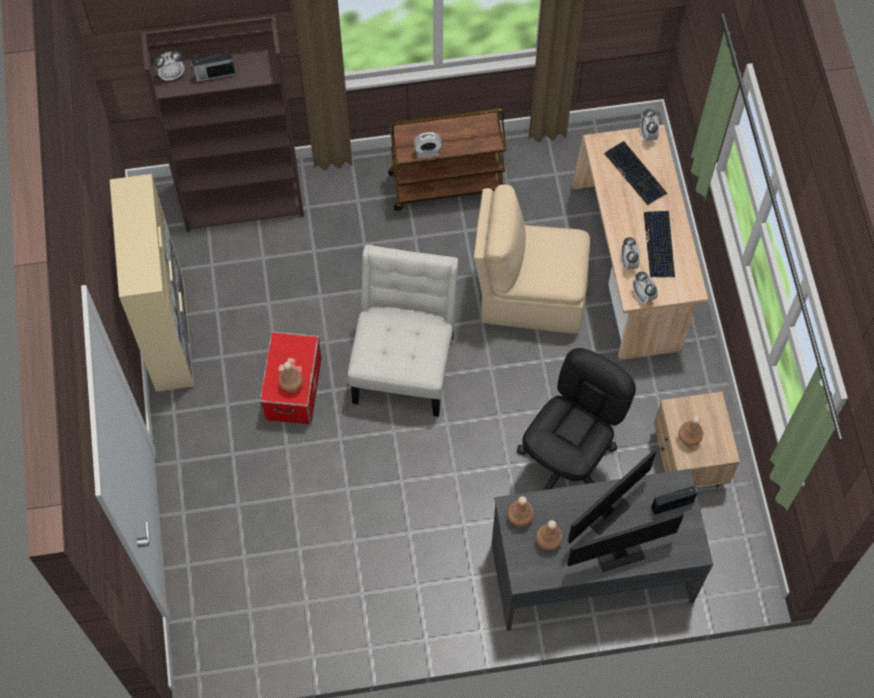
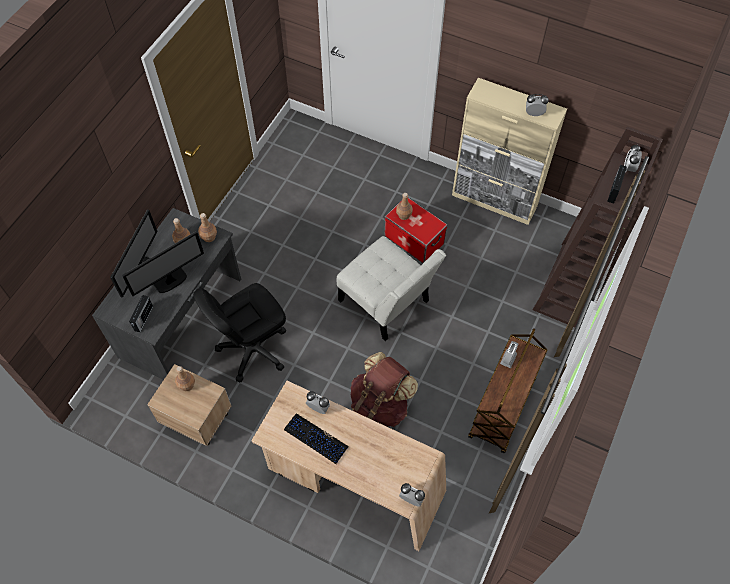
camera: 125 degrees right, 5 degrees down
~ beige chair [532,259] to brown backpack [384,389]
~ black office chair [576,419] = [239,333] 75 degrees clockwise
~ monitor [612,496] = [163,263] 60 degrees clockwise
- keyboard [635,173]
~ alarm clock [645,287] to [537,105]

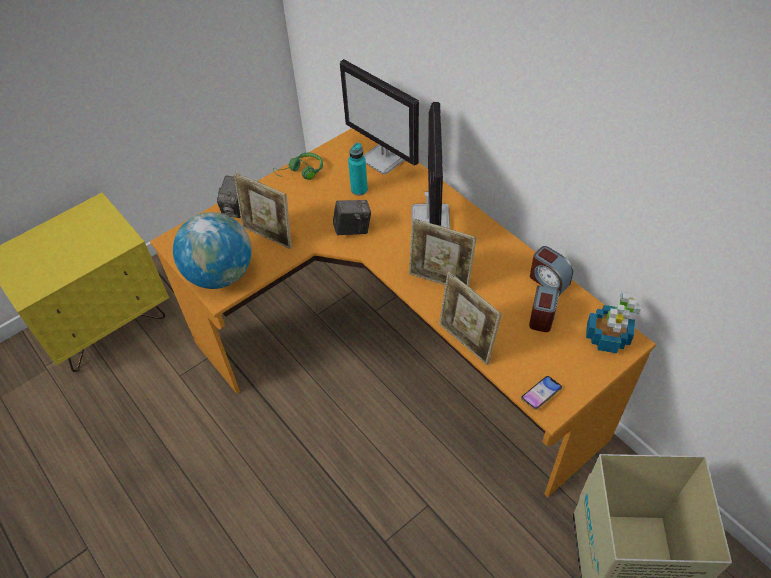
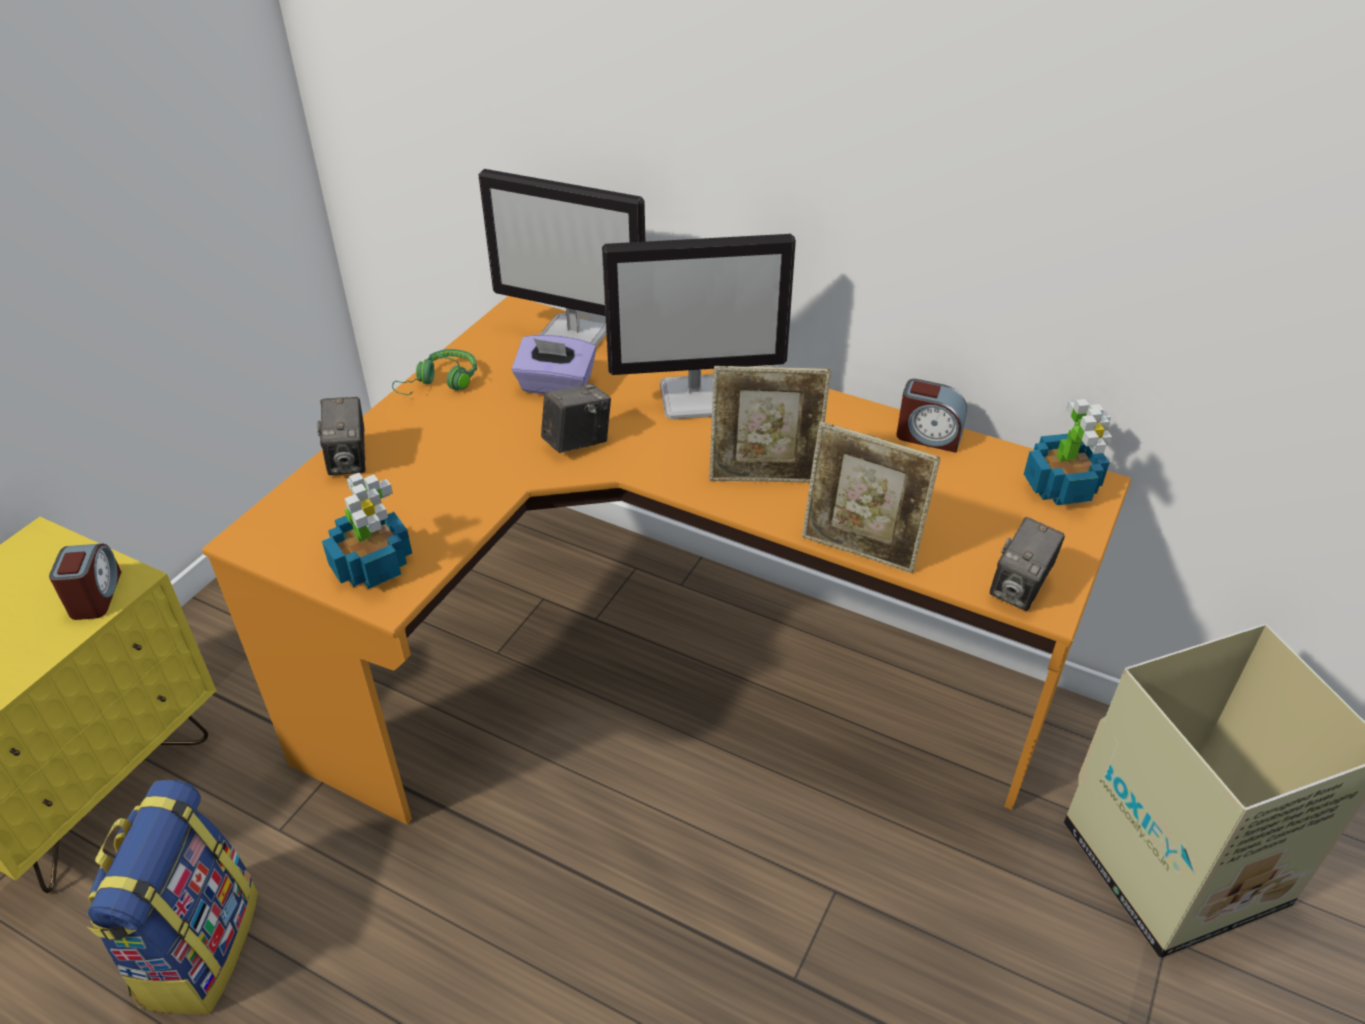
camera: 25 degrees left, 10 degrees down
~ globe [212,250] to potted plant [367,531]
- picture frame [263,211]
~ turquoise bottle [358,169] to purple tissue box [554,364]
~ monitor [431,165] = [699,326] 105 degrees clockwise
~ phone [541,393] to photo camera [1027,564]
~ alarm clock [544,308] to [85,582]
+ backpack [172,897]

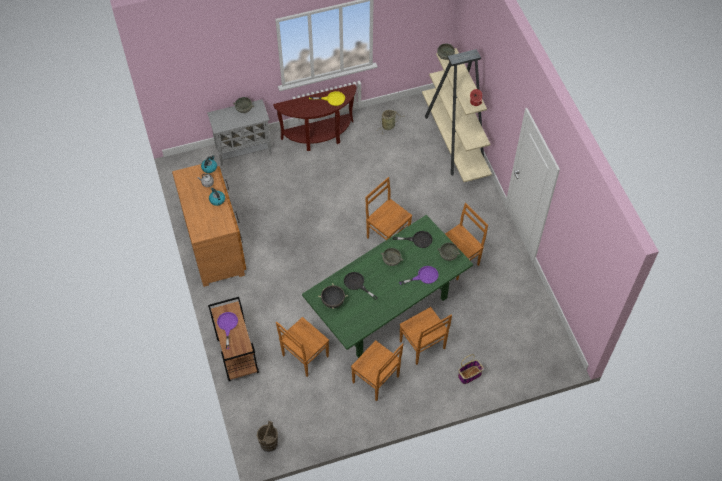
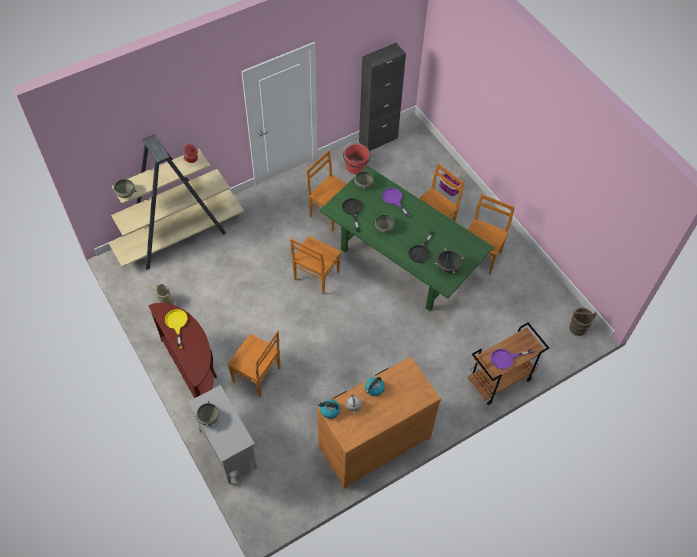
camera: 105 degrees left, 0 degrees up
~ brown chair [302,347] to [254,364]
+ red bucket [356,159]
+ black cabinet [382,97]

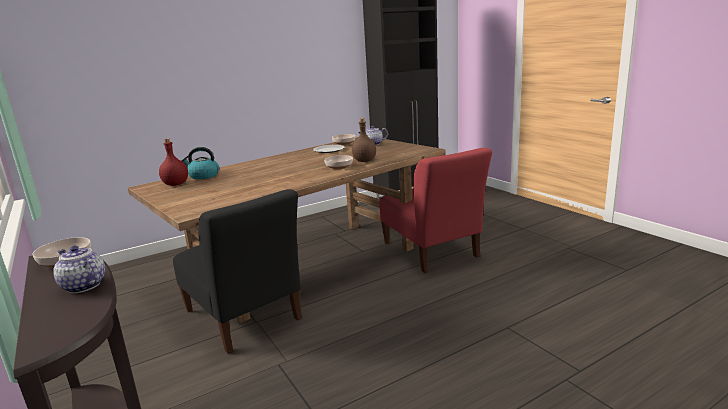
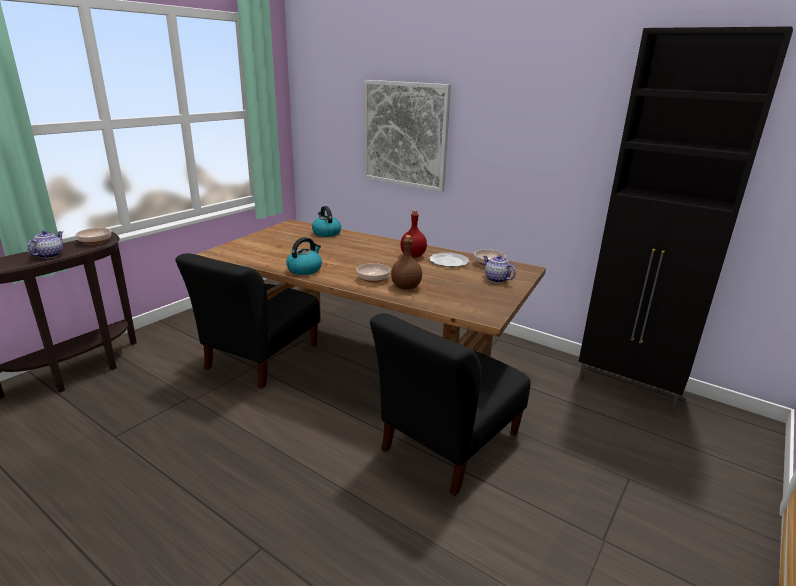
camera: 65 degrees right, 5 degrees up
~ red bottle [173,162] to [413,234]
~ red chair [435,210] to black chair [450,404]
+ kettle [304,256]
+ picture [407,136]

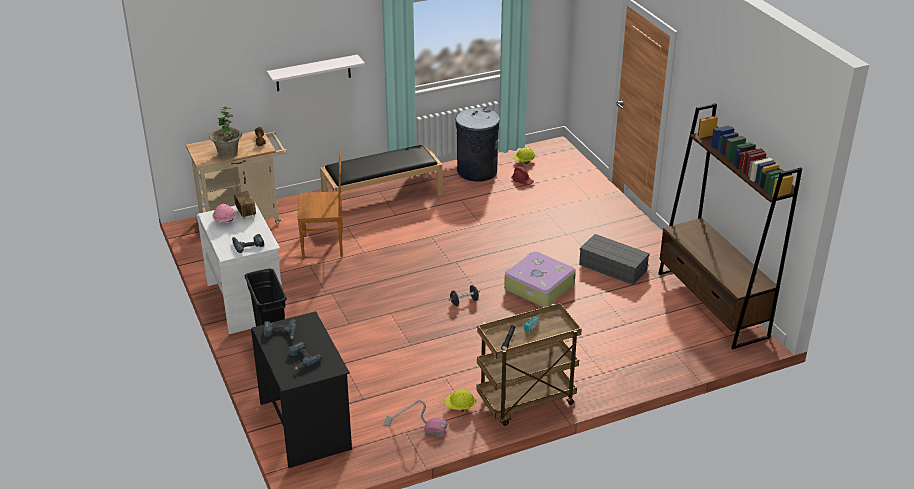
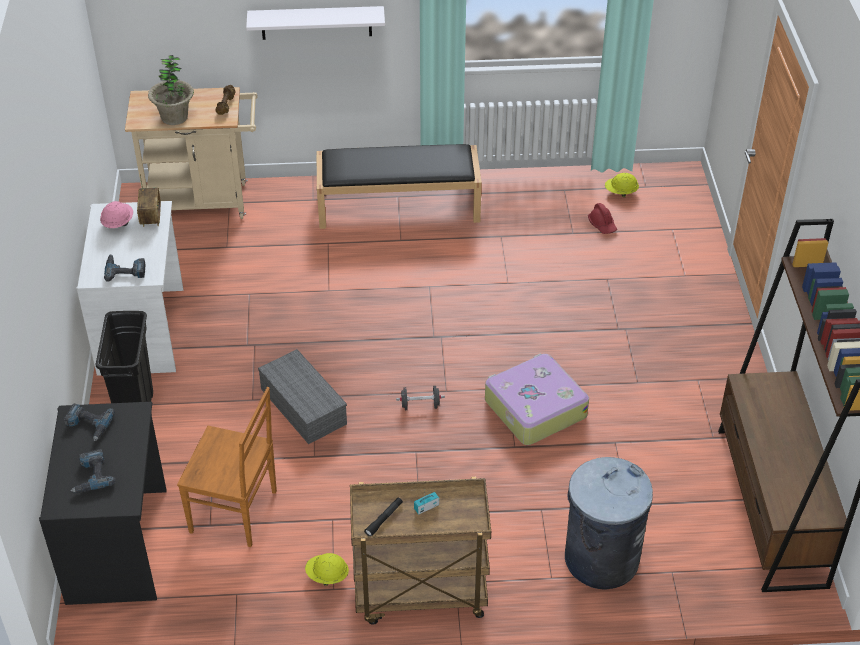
camera: 20 degrees right, 10 degrees up
~ brown chair [320,204] to [227,467]
- vacuum cleaner [415,418]
~ grey trash can [477,144] to [609,523]
~ grey storage box [614,259] to [302,396]

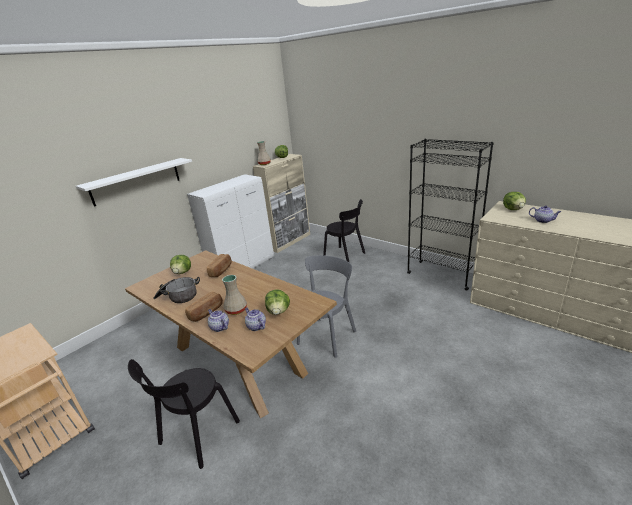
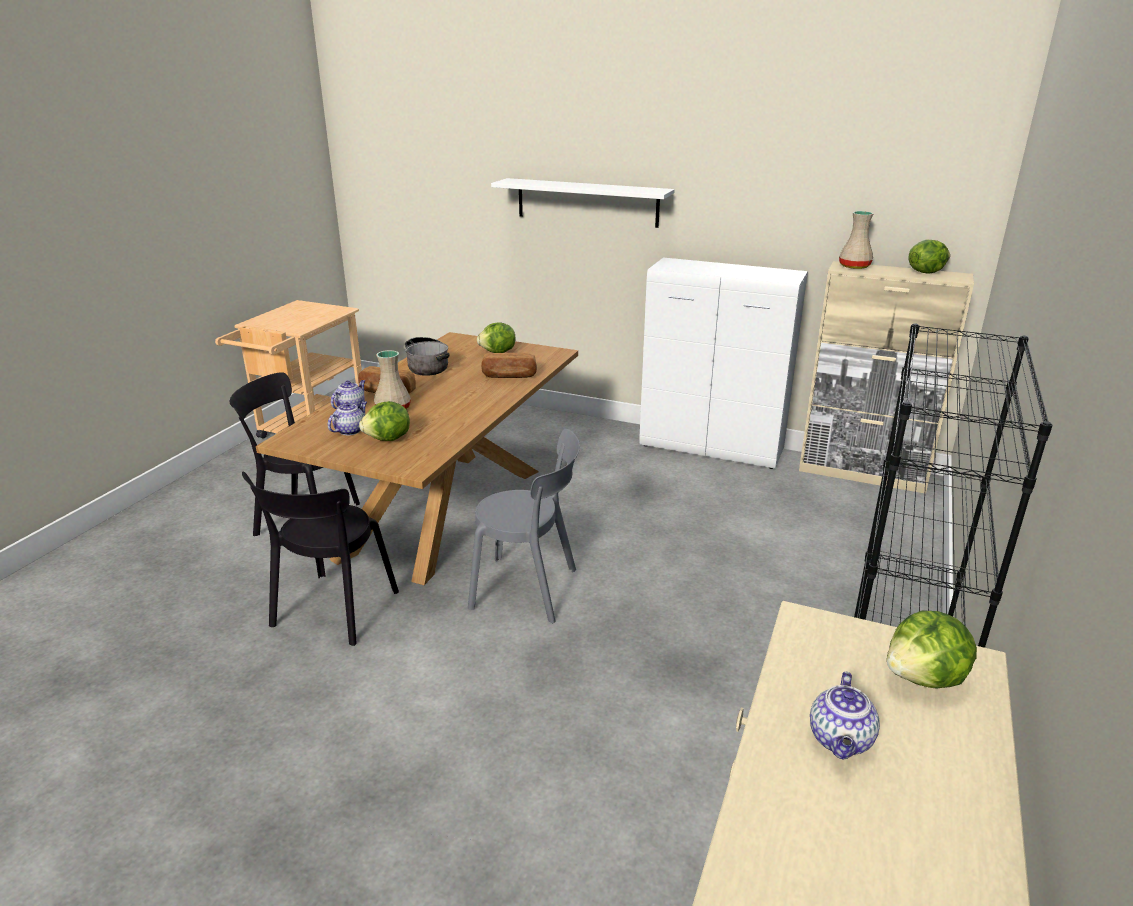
camera: 70 degrees right, 0 degrees up
~ black chair [344,231] to [320,559]

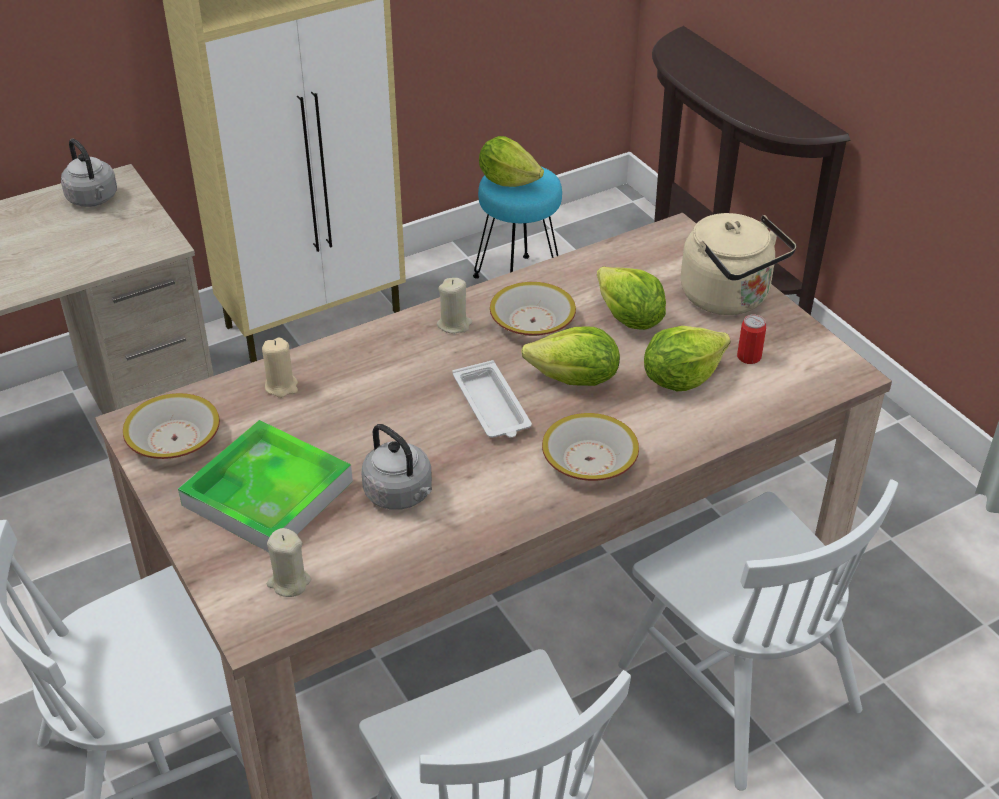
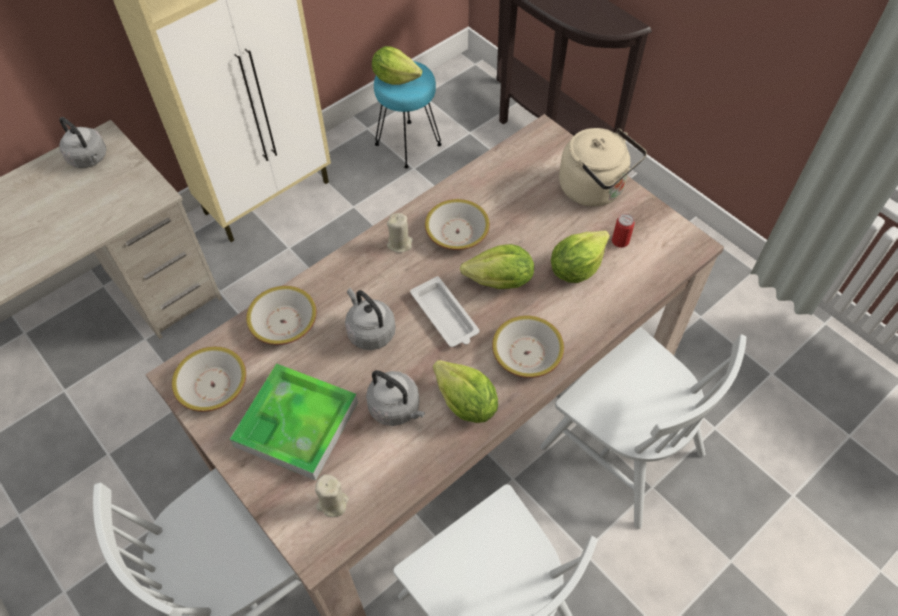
camera: 10 degrees left, 15 degrees up
~ beige candle [280,367] to bowl [281,315]
~ lettuce [631,298] to [465,391]
+ grey kettle [370,319]

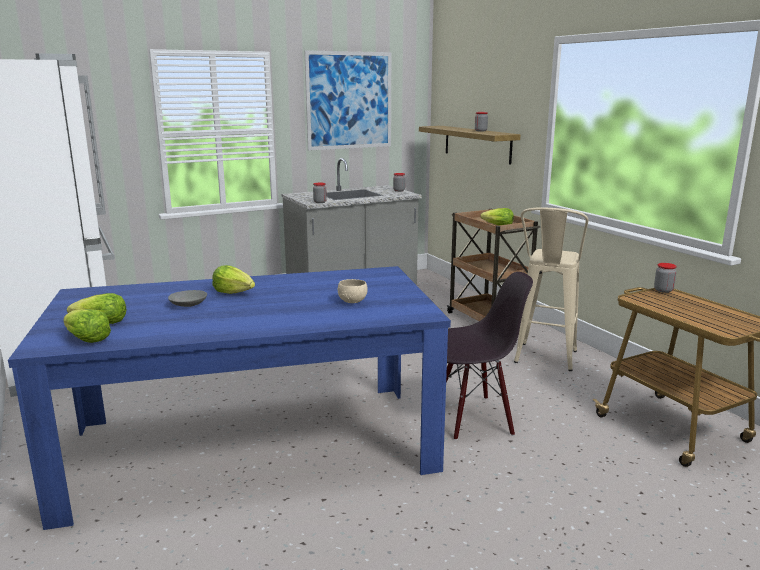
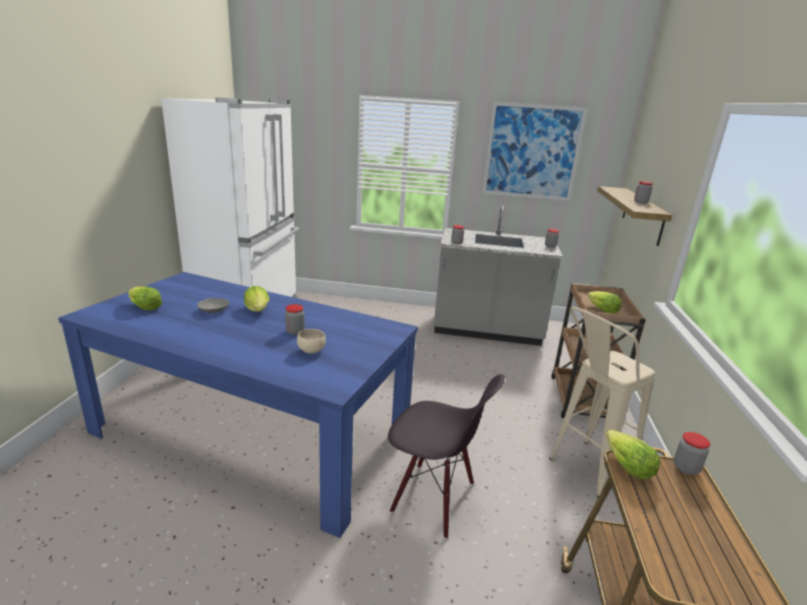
camera: 35 degrees right, 5 degrees up
~ lettuce [87,326] to [633,454]
+ jar [295,319]

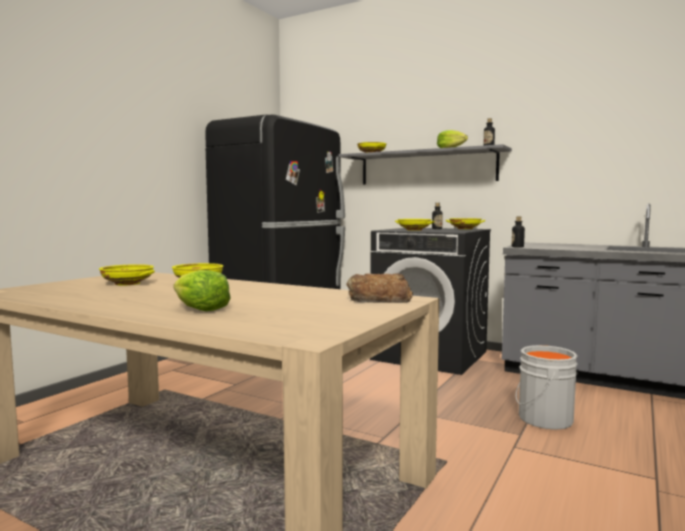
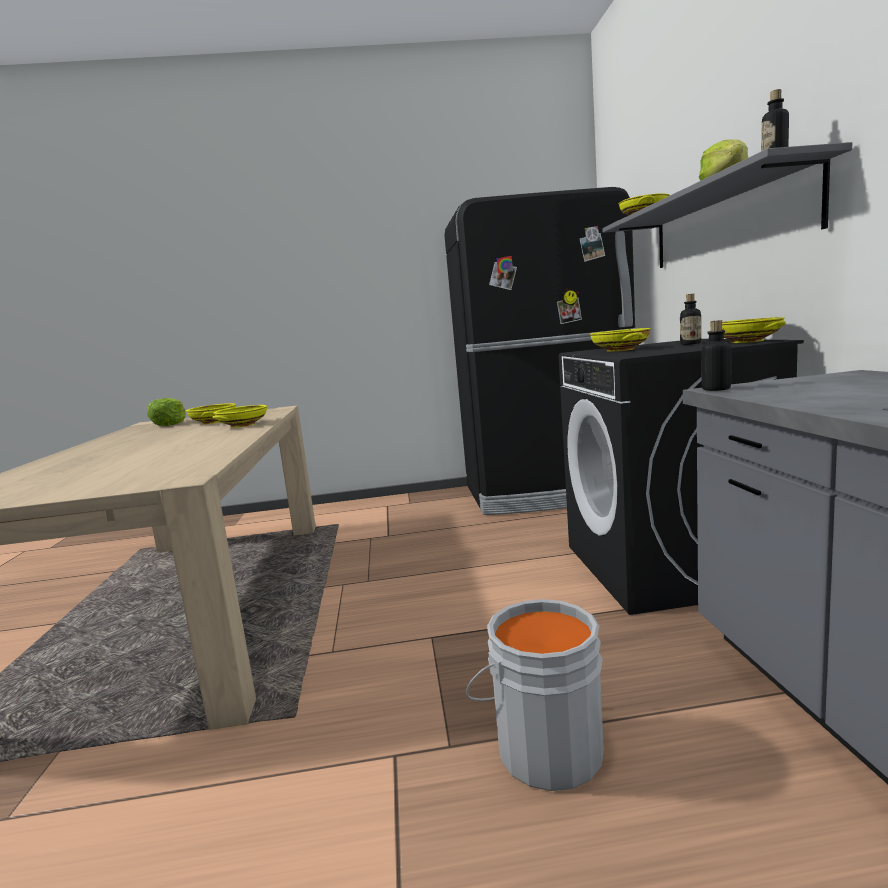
camera: 55 degrees right, 5 degrees up
~ lettuce [202,290] to [166,412]
- bread [379,288]

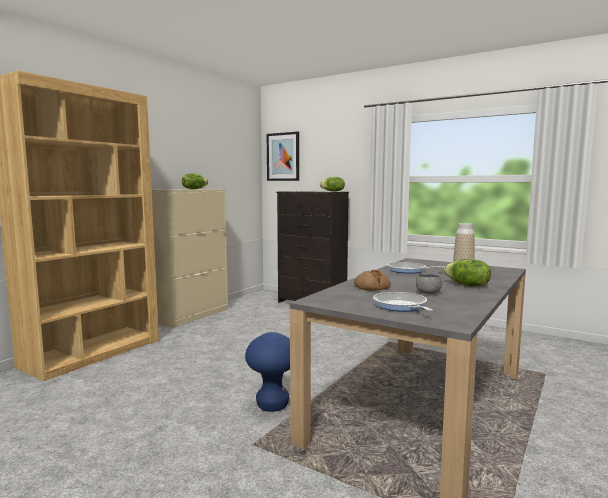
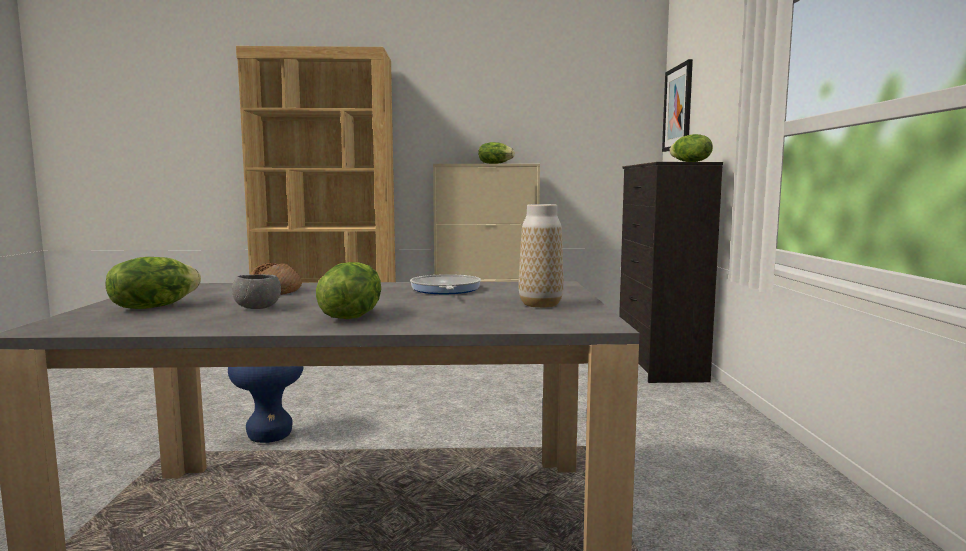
camera: 55 degrees right, 0 degrees up
~ frying pan [403,302] to lettuce [153,283]

